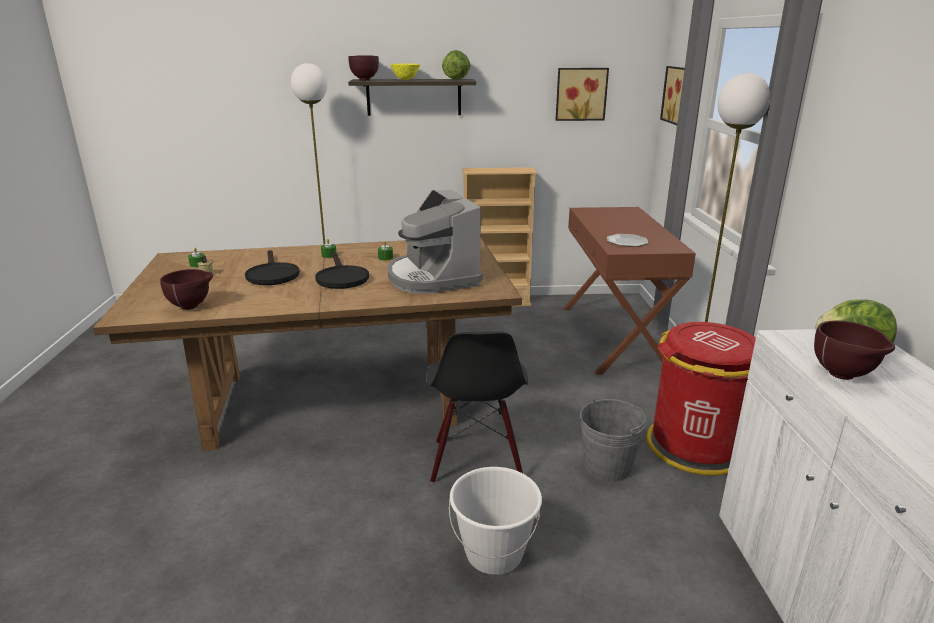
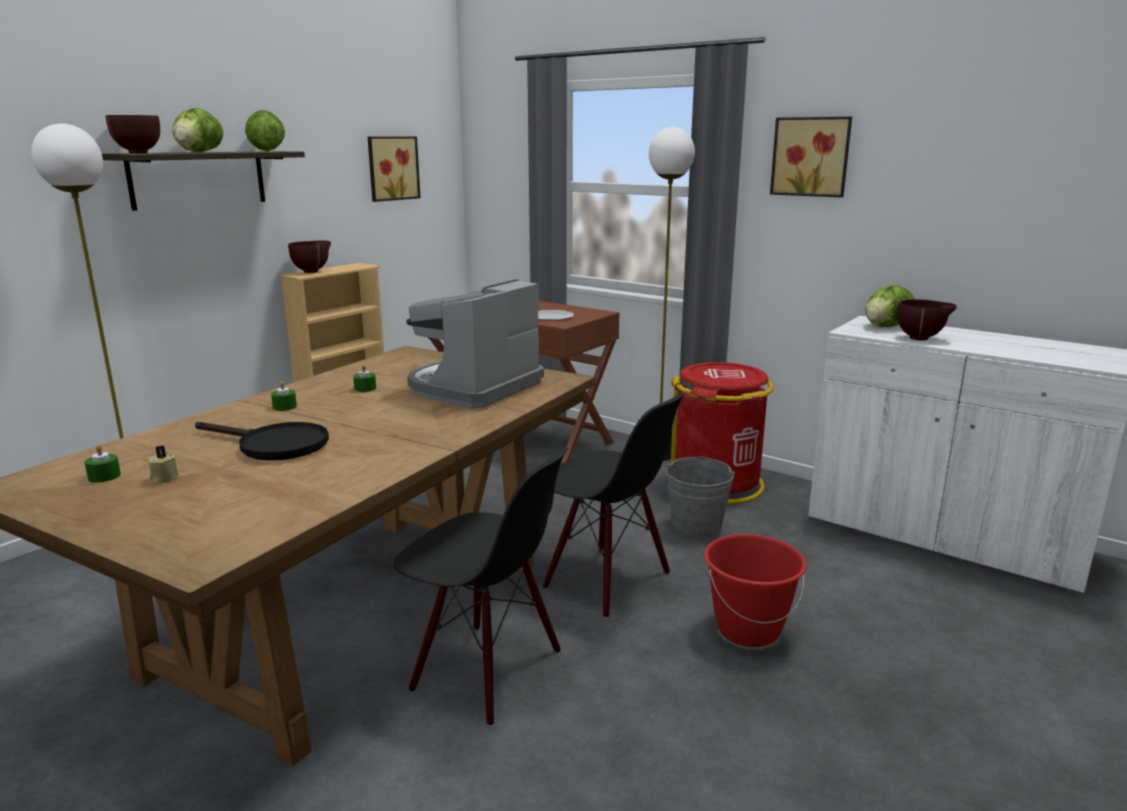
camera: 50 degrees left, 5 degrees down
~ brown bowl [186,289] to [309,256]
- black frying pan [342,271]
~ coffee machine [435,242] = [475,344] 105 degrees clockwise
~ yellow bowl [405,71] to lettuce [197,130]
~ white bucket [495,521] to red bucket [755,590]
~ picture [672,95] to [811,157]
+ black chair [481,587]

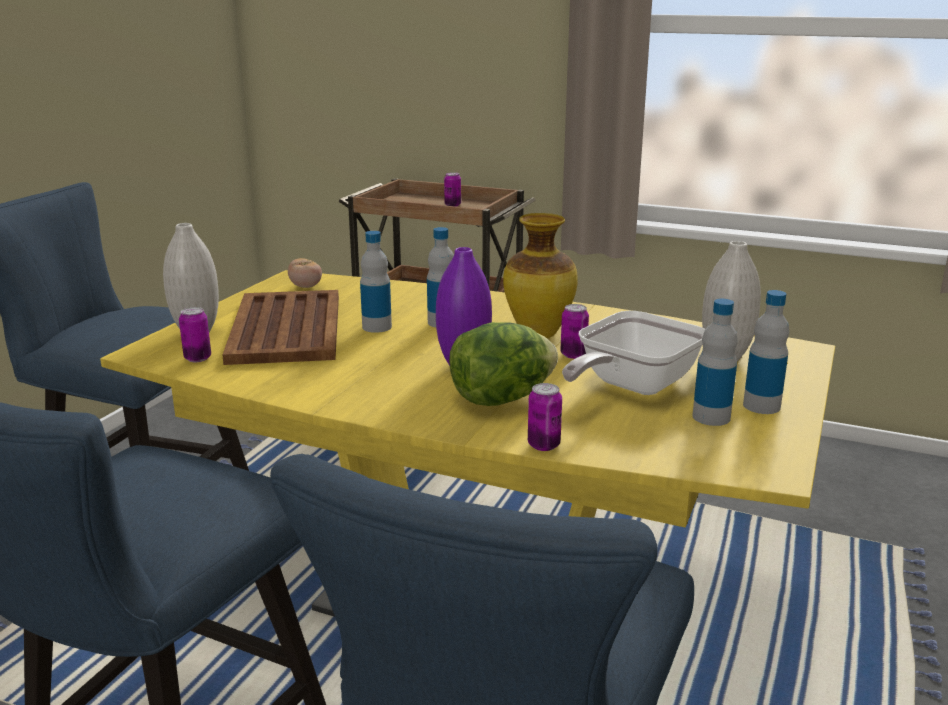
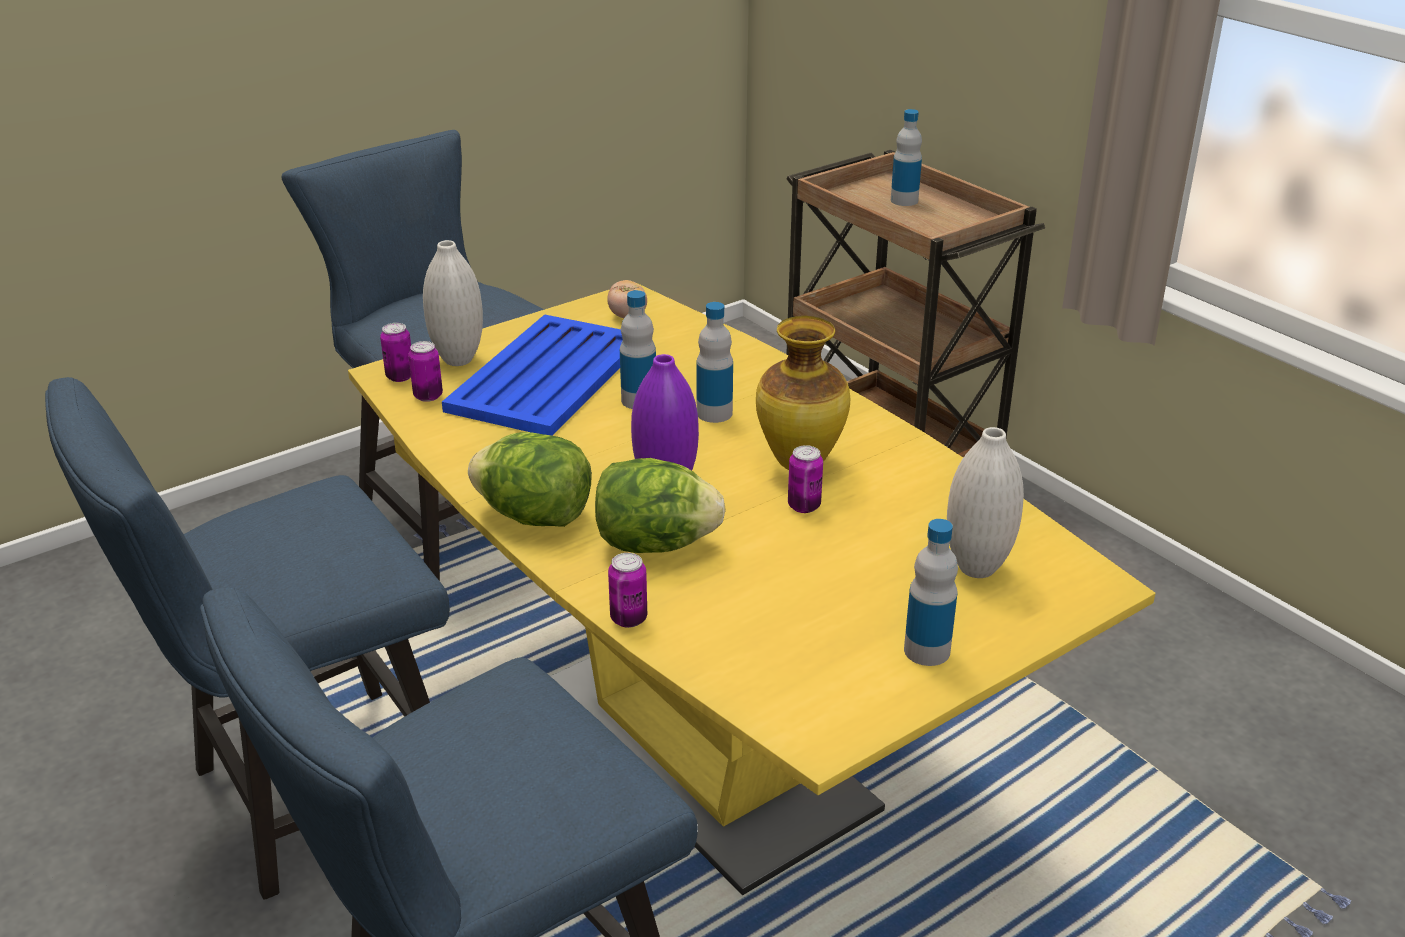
camera: 30 degrees right, 10 degrees up
~ brown tray [280,327] to blue tray [532,375]
~ can [452,189] to [395,352]
- frying pan [633,353]
~ bottle [715,362] to [906,157]
+ lettuce [530,479]

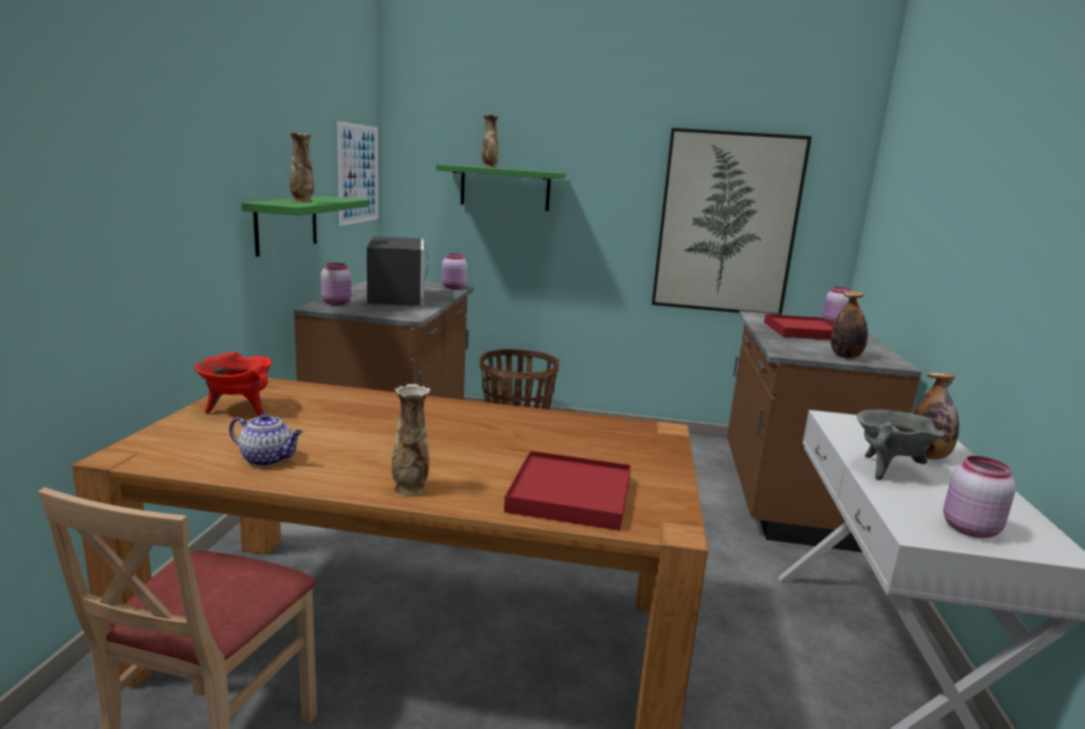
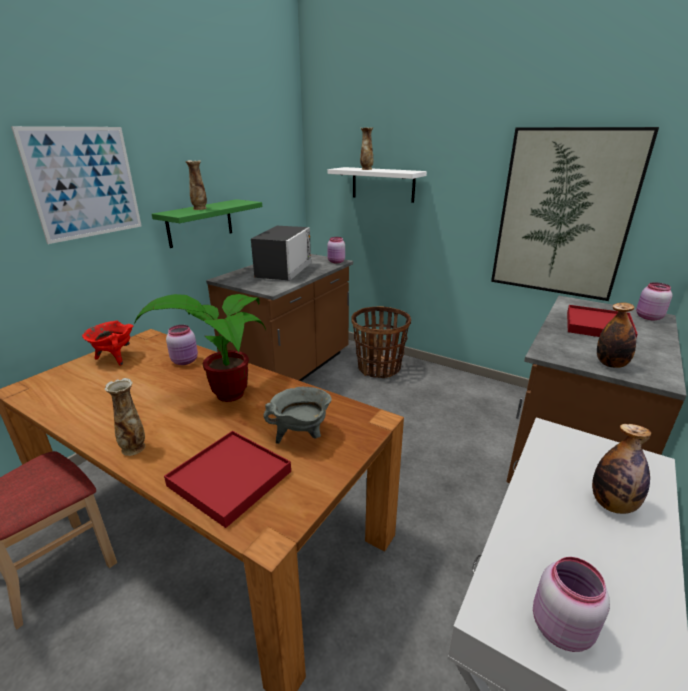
camera: 25 degrees right, 10 degrees up
- teapot [266,439]
~ pink jar [336,284] to [182,345]
~ picture [357,173] to [76,185]
~ green shelf [501,187] to white shelf [377,185]
~ grey cooking pot [900,444] to [298,415]
+ potted plant [200,348]

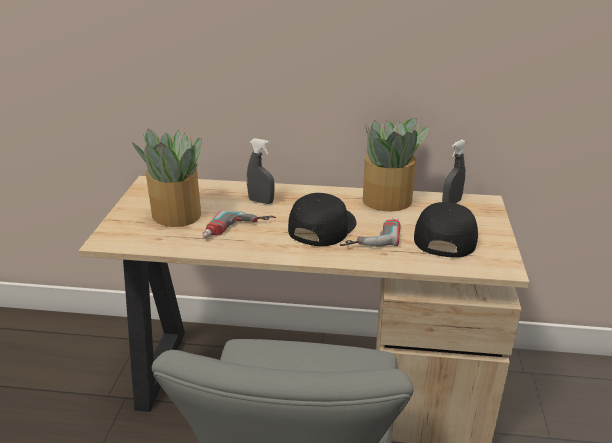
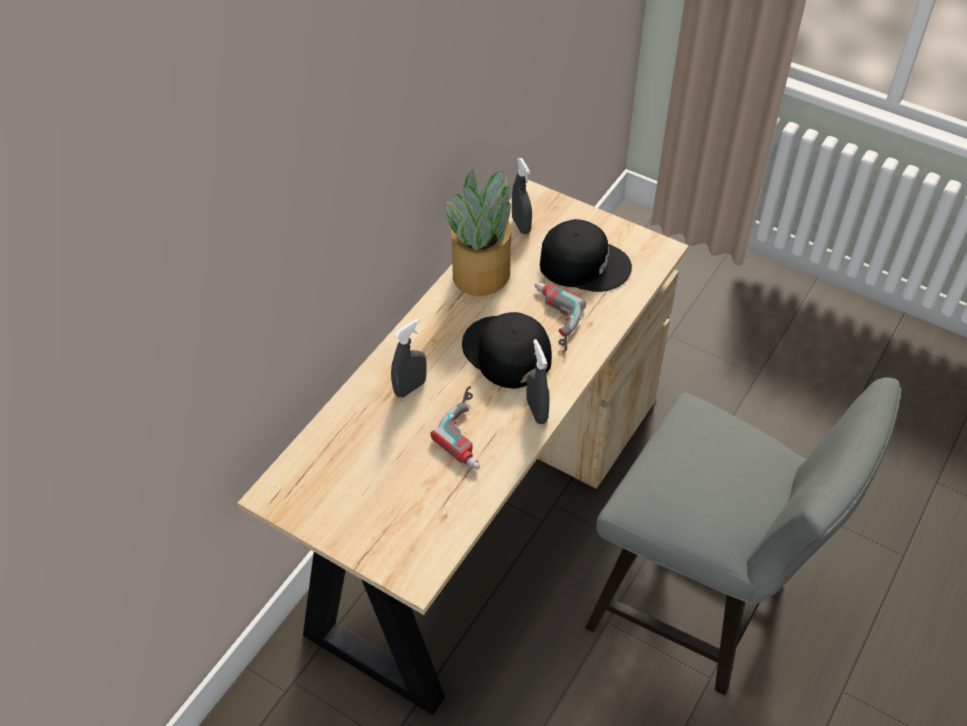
camera: 65 degrees left, 20 degrees up
- potted plant [167,177]
~ black cap [446,230] = [586,255] 150 degrees clockwise
+ grey spray bottle [538,381]

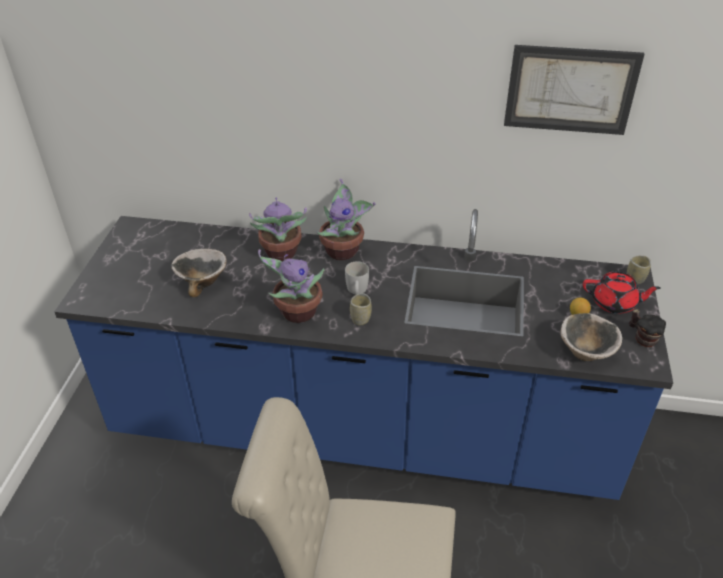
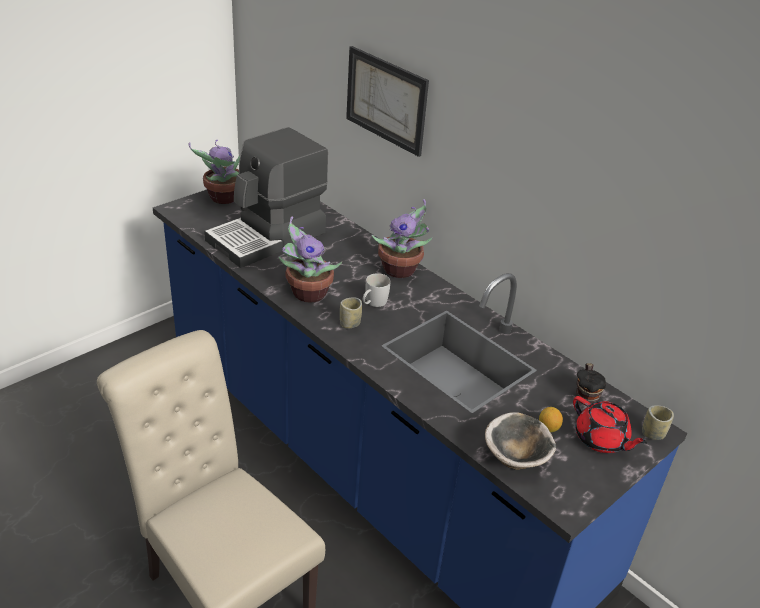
camera: 35 degrees right, 5 degrees down
~ bowl [199,273] to coffee machine [266,197]
~ potted plant [278,230] to [214,172]
~ picture [574,90] to [387,101]
~ mug [647,328] to [591,383]

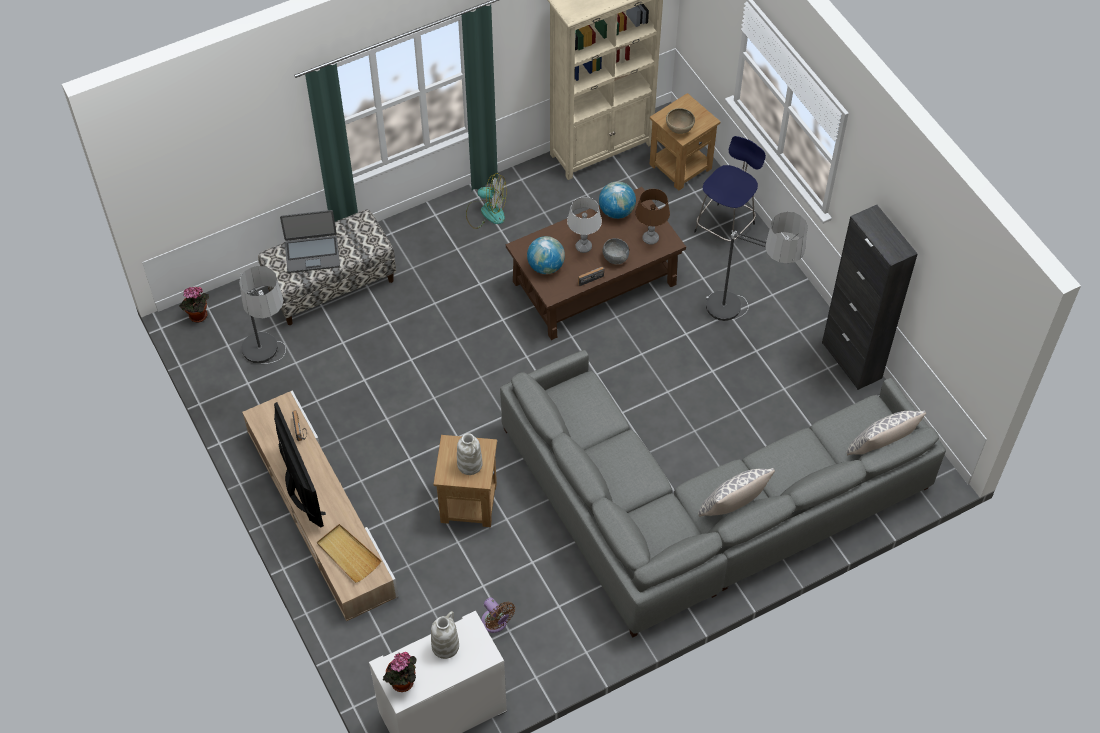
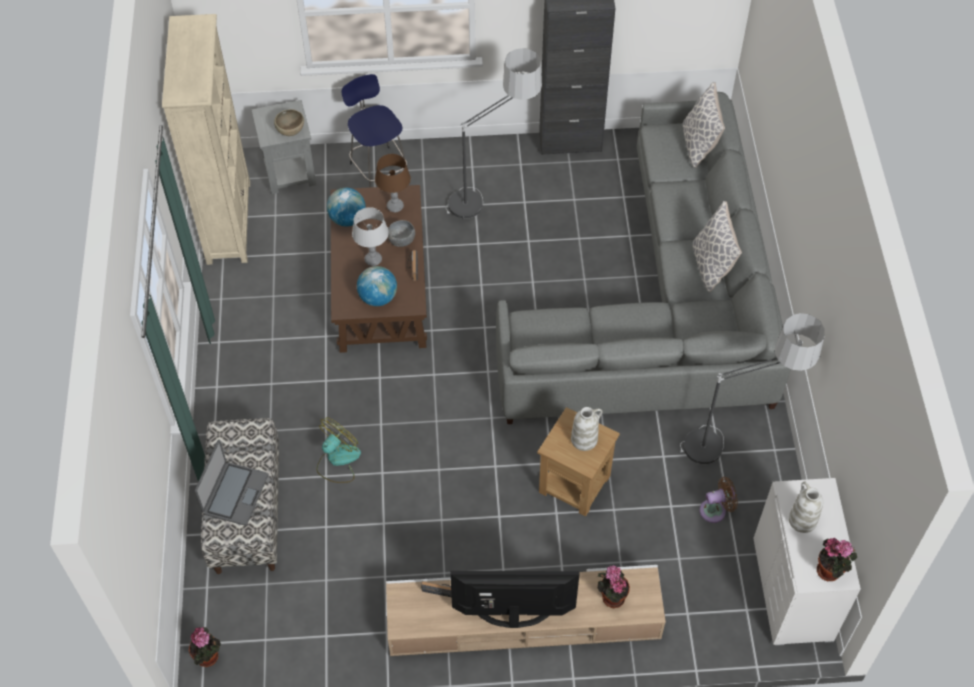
camera: 65 degrees left, 0 degrees up
~ floor lamp [262,315] to [752,388]
~ beige tray [349,553] to potted plant [614,586]
~ fan [486,201] to [339,450]
~ brown side table [685,142] to grey side table [283,147]

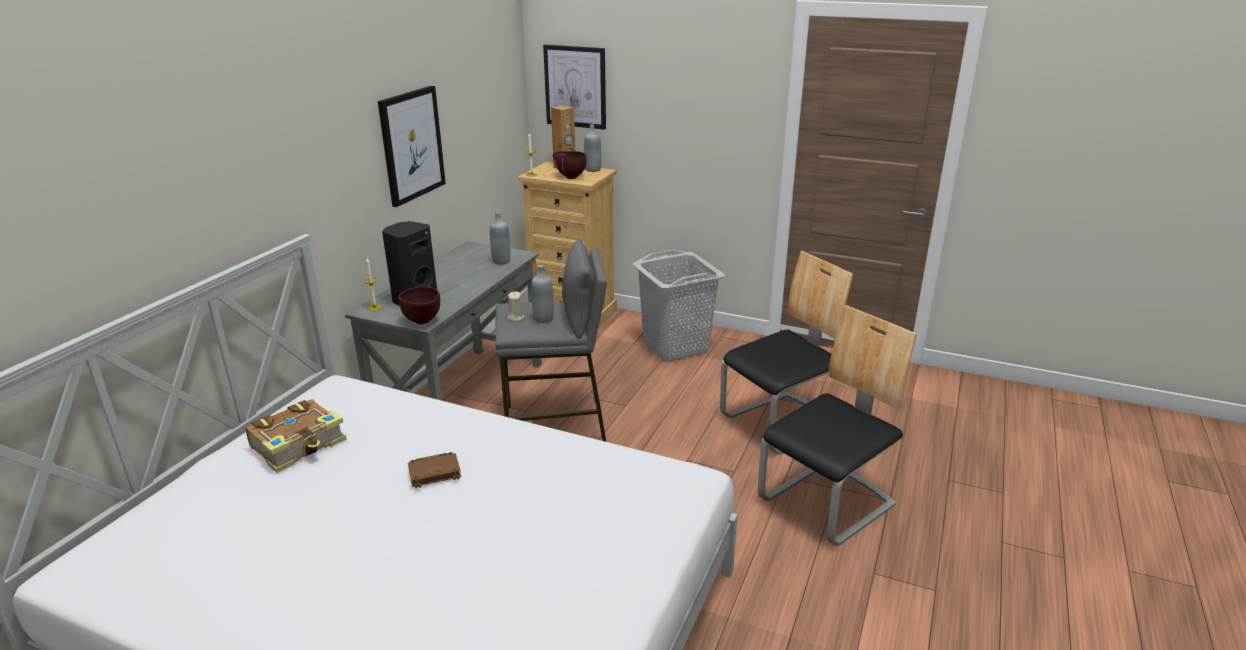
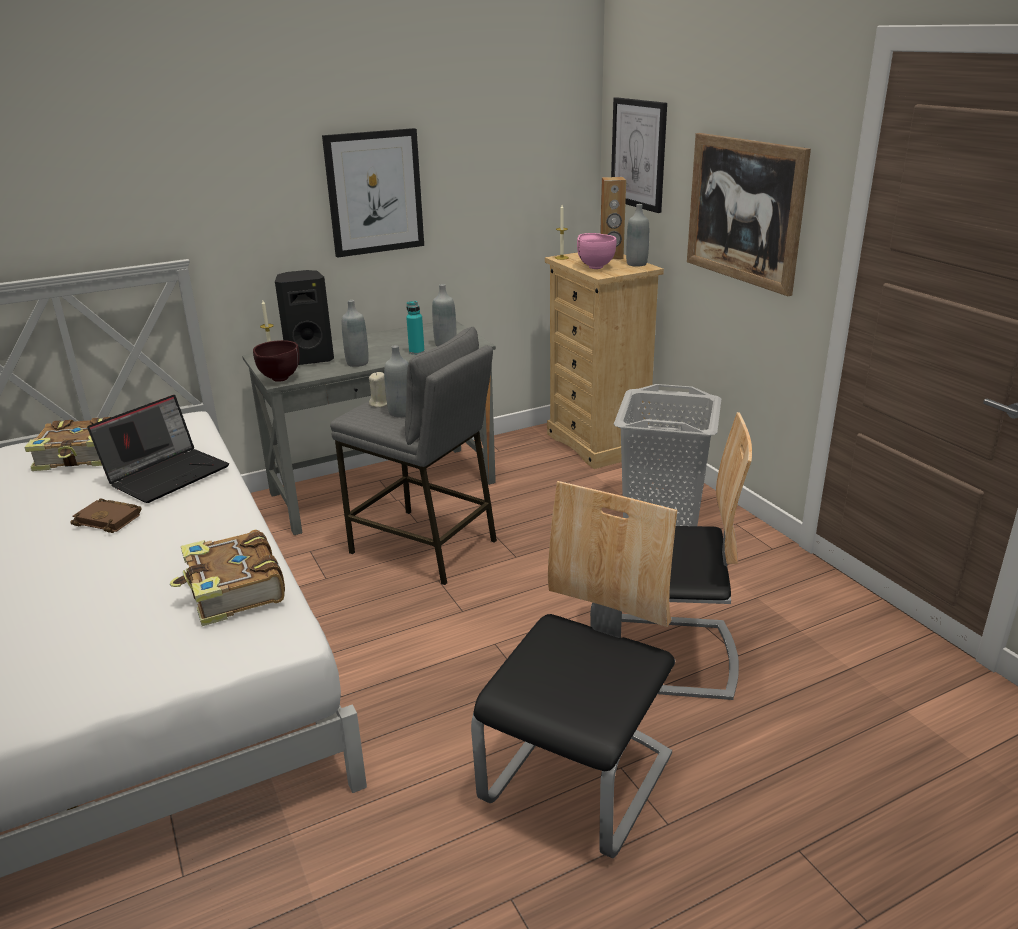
camera: 40 degrees right, 0 degrees up
~ brown bowl [569,165] to pink bowl [596,251]
~ chair [837,425] = [574,669] 60 degrees counterclockwise
+ laptop [158,449]
+ book [227,578]
+ grey bottle [355,333]
+ turquoise bottle [415,328]
+ picture [749,214]

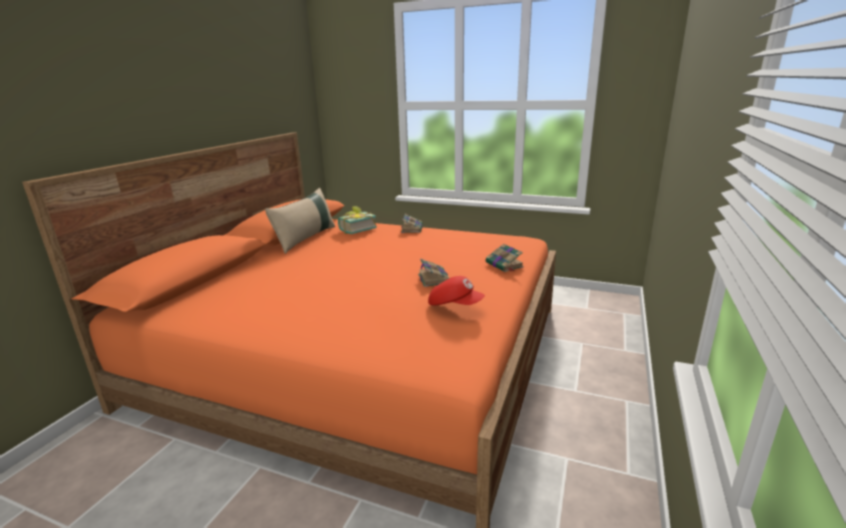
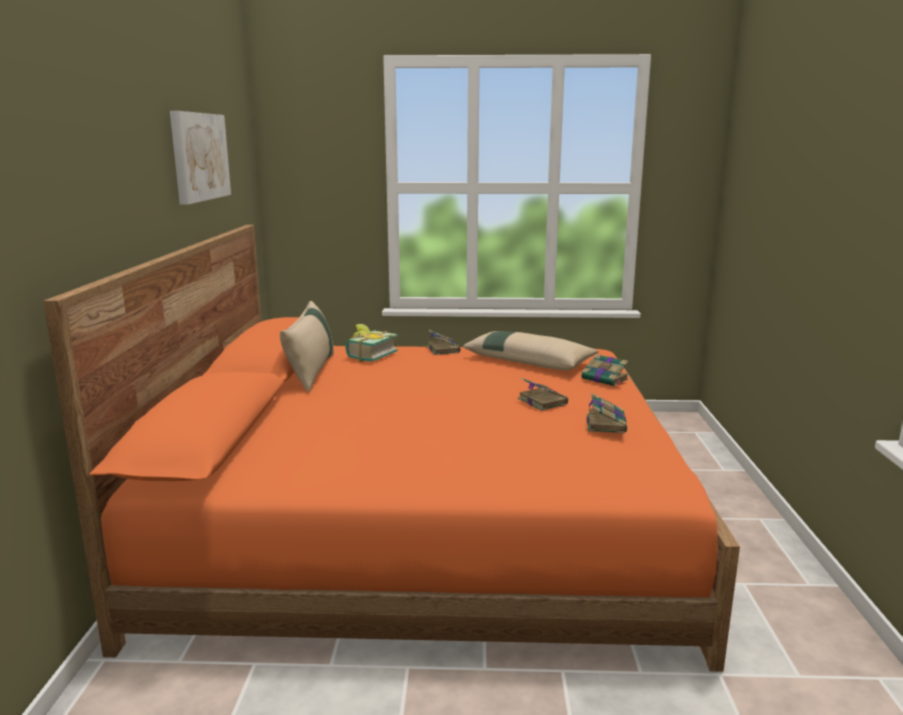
camera: 20 degrees left, 5 degrees down
~ red cap [456,291] to book [606,413]
+ picture [200,158]
+ beige pillow [531,350]

